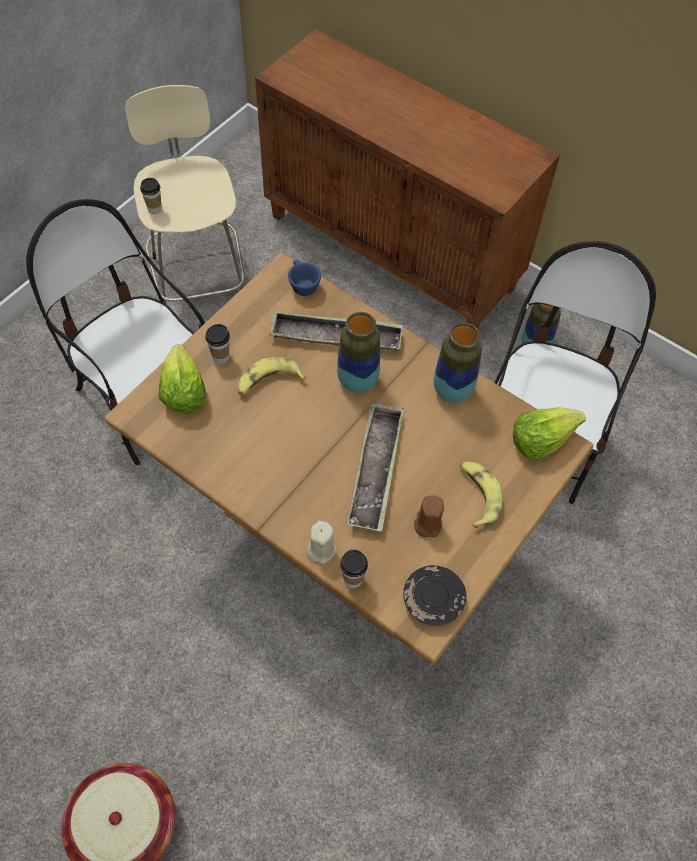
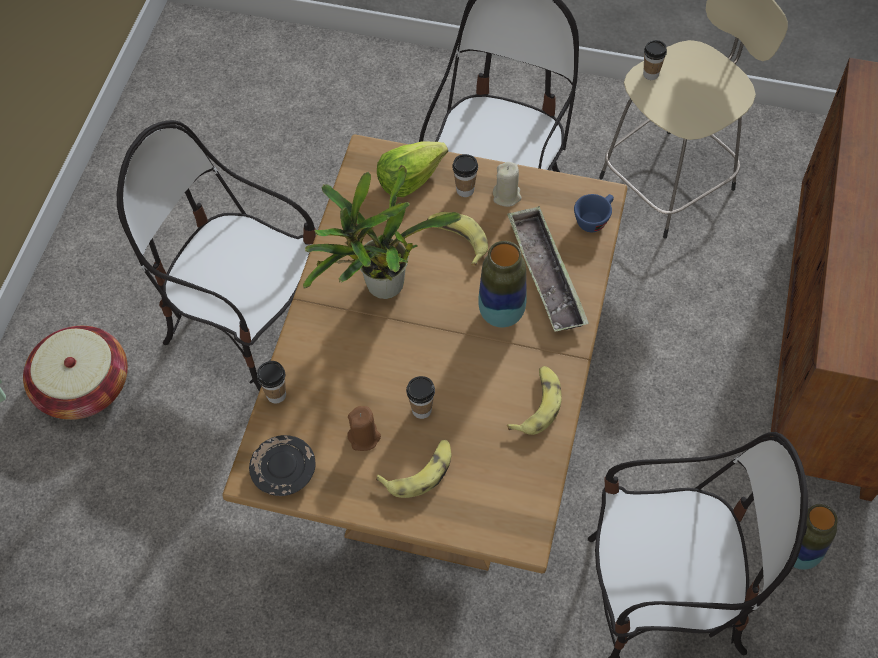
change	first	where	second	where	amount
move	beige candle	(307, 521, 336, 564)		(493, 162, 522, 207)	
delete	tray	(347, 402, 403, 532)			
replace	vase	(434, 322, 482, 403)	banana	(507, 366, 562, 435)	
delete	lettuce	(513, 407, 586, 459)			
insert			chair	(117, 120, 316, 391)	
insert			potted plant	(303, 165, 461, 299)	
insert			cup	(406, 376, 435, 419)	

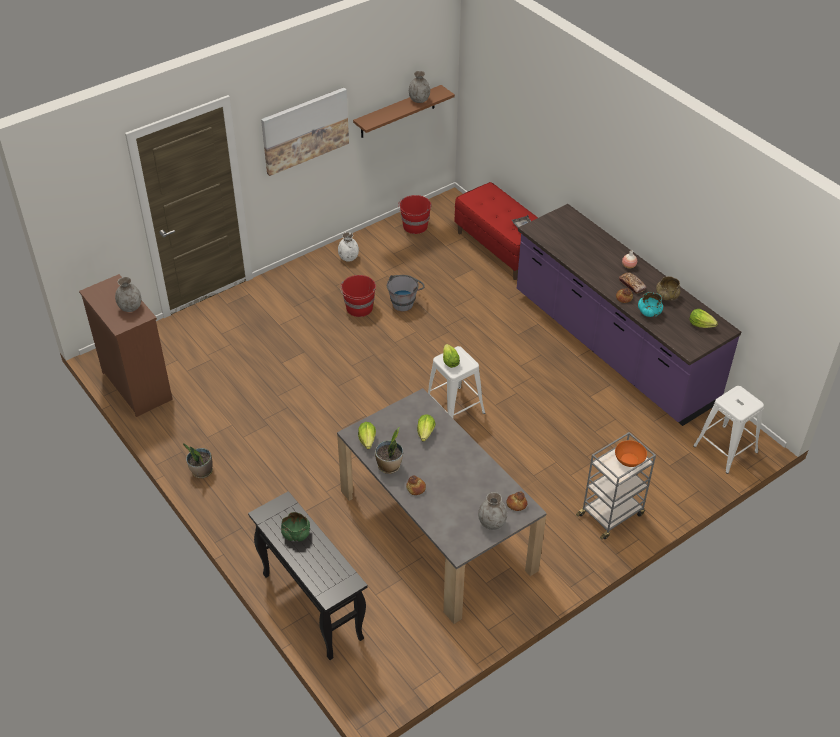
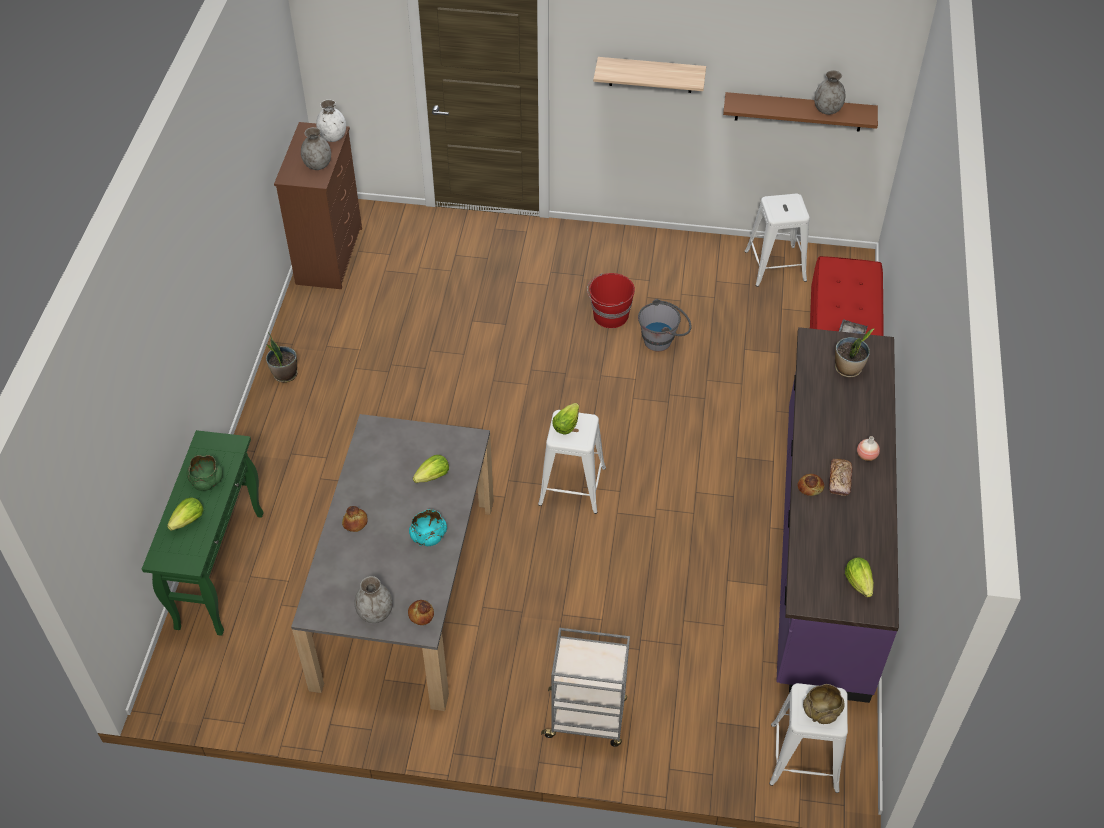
change	first	where	second	where	amount
recolor	black console table	(248, 491, 367, 660)	green console table	(142, 430, 264, 636)	
replace	picture	(261, 88, 349, 176)	shelf	(593, 57, 706, 93)	
move	white vase	(338, 232, 359, 262)		(316, 100, 346, 142)	
move	lettuce	(358, 422, 376, 449)		(167, 497, 203, 531)	
move	potted plant	(375, 427, 403, 474)		(835, 329, 874, 377)	
replace	red bucket	(398, 195, 431, 234)	white stool	(744, 193, 810, 287)	
delete	orange bowl	(615, 440, 647, 467)			
move	turquoise bowl	(638, 292, 663, 317)		(409, 509, 447, 546)	
move	beige bowl	(656, 276, 681, 301)		(803, 684, 845, 724)	

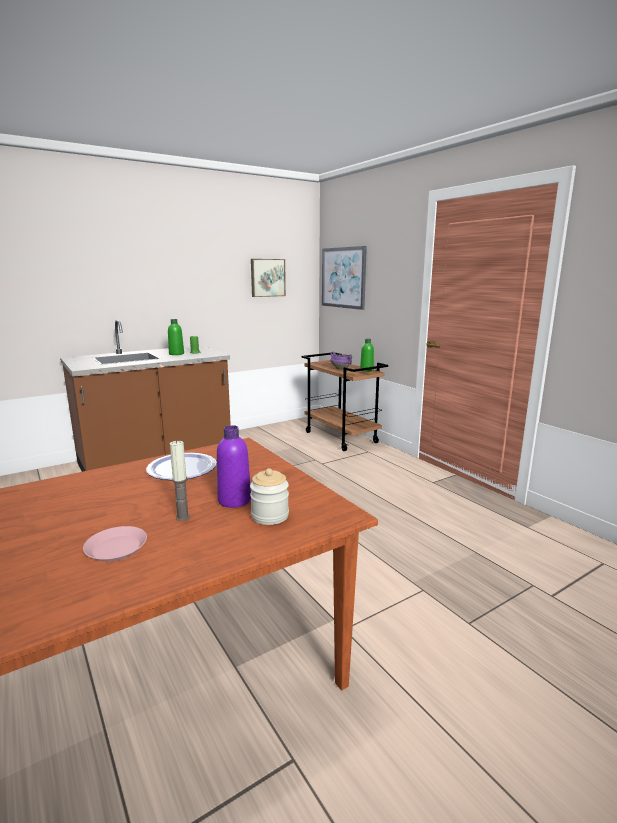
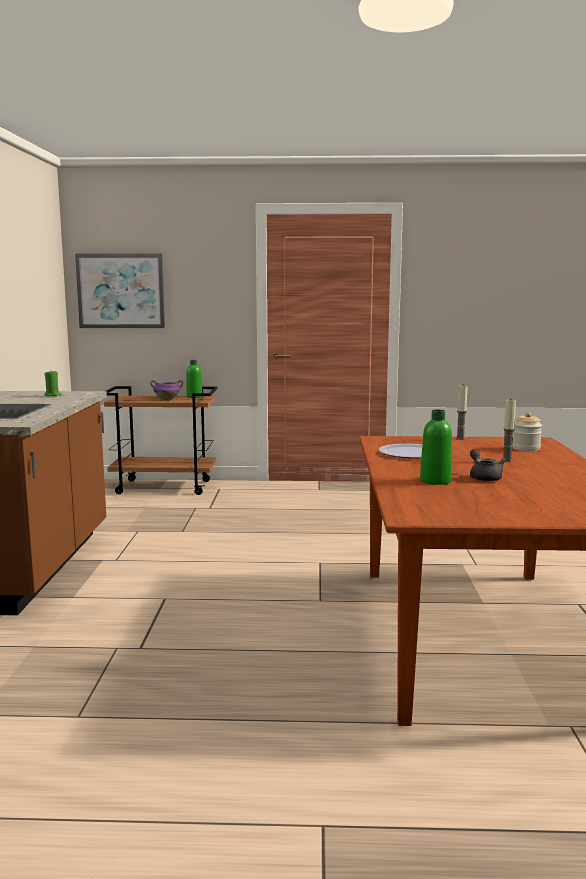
change	first	where	second	where	amount
delete	pink plate	(83, 526, 147, 562)			
move	green bottle	(168, 319, 184, 355)		(420, 410, 452, 485)	
delete	purple bottle	(217, 425, 251, 508)			
delete	picture	(251, 259, 286, 297)			
insert			candle	(456, 385, 468, 440)	
insert			grey teapot	(470, 449, 506, 482)	

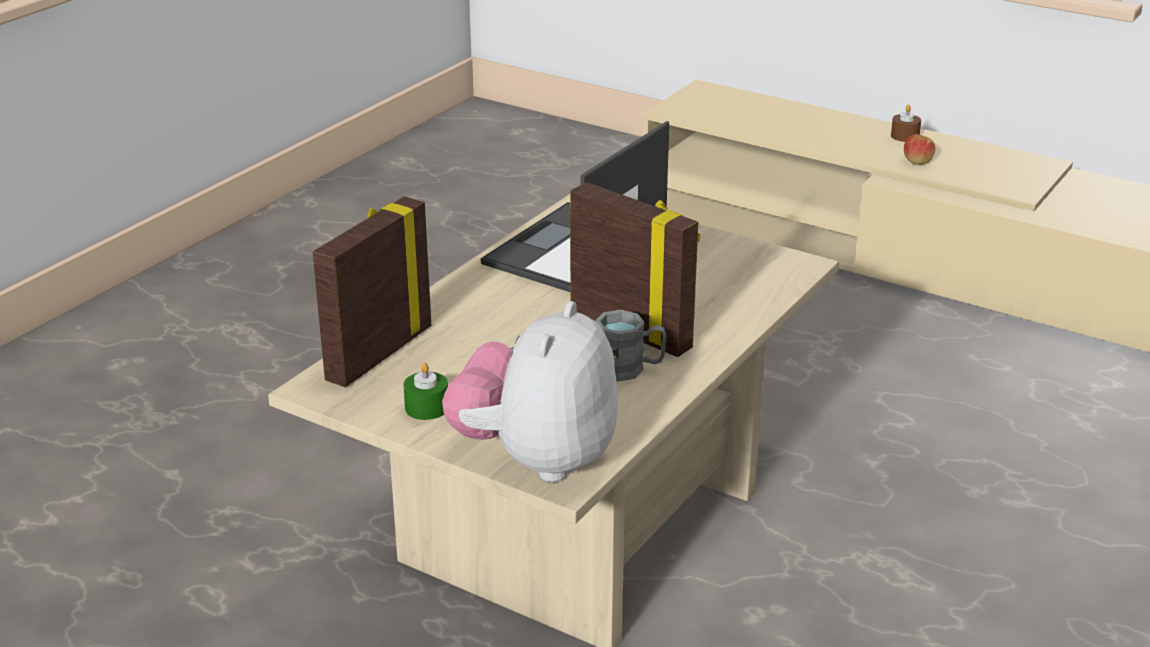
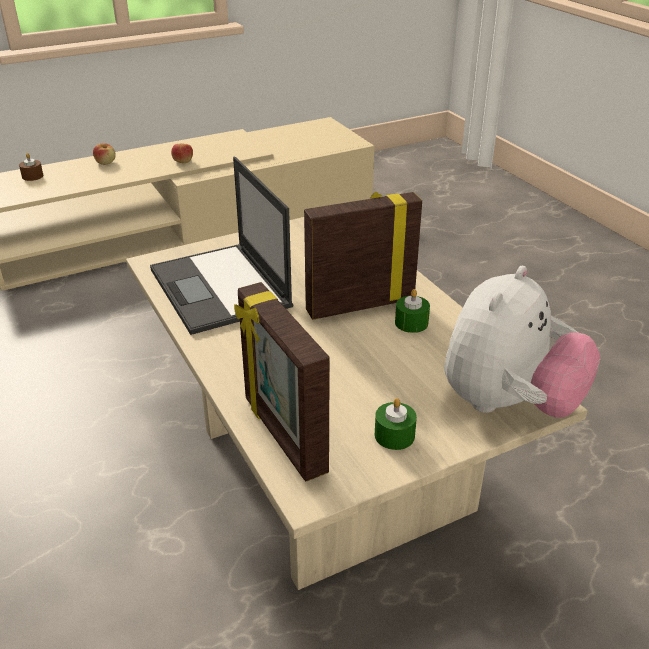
change	first	where	second	where	amount
rotate	plush toy	(442, 301, 618, 482)		(444, 266, 600, 418)	105 degrees counterclockwise
replace	grey mug	(595, 310, 667, 382)	green candle	(395, 289, 430, 333)	
move	brown candle	(891, 105, 921, 142)		(19, 153, 43, 181)	
insert			apple	(93, 143, 116, 165)	

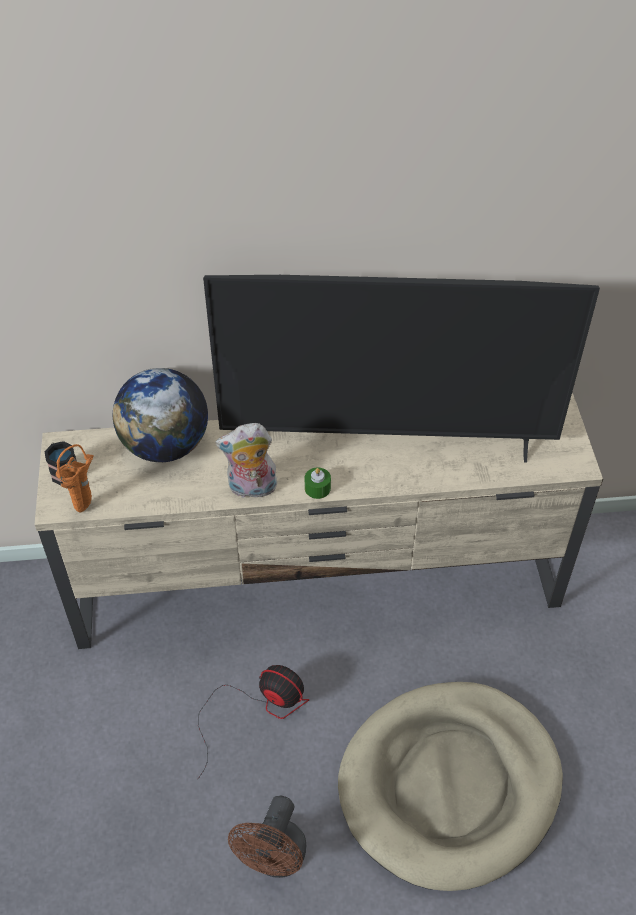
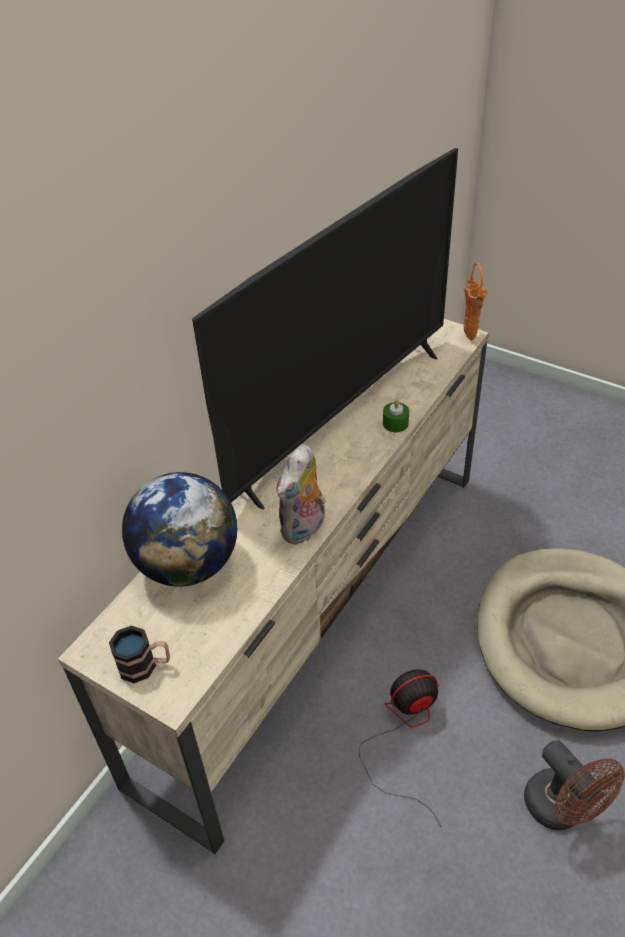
change	first	where	second	where	amount
move	orange vase	(56, 444, 94, 513)		(463, 263, 487, 340)	
move	green candle	(305, 467, 331, 499)		(383, 400, 409, 432)	

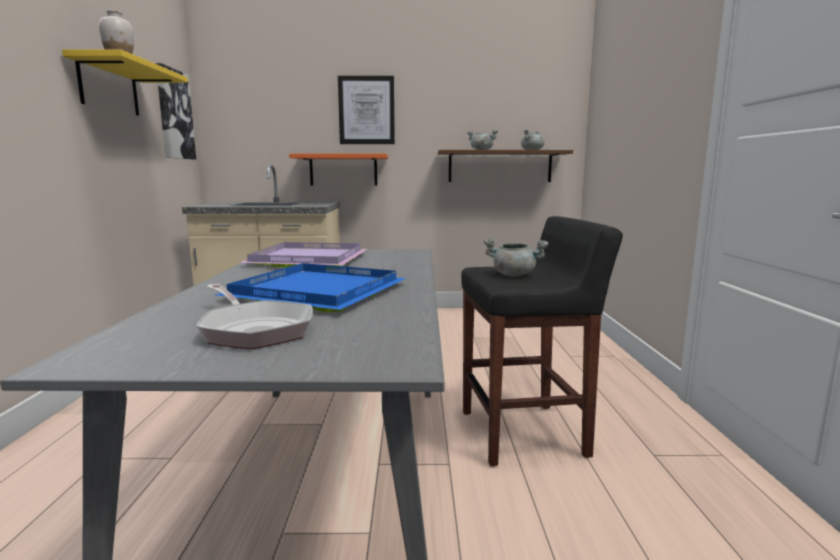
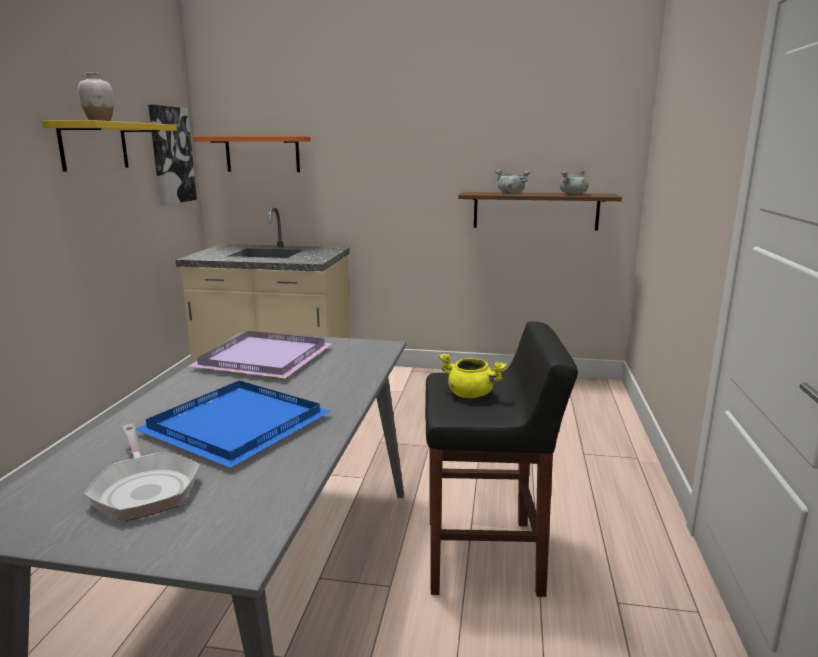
change	first	where	second	where	amount
move	orange shelf	(289, 154, 388, 186)		(193, 136, 311, 172)	
delete	picture	(338, 76, 395, 144)			
recolor	grey cooking pot	(484, 238, 548, 276)	yellow cooking pot	(439, 353, 506, 398)	

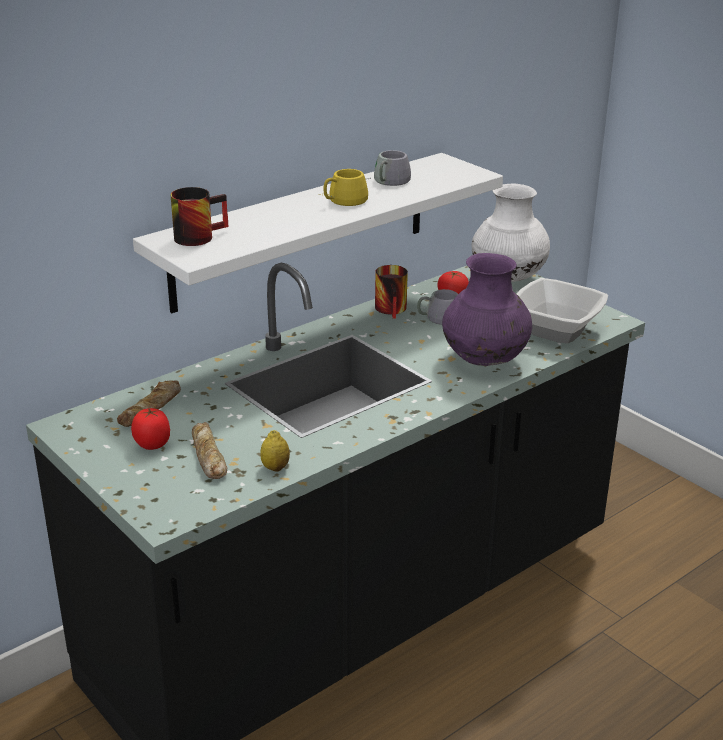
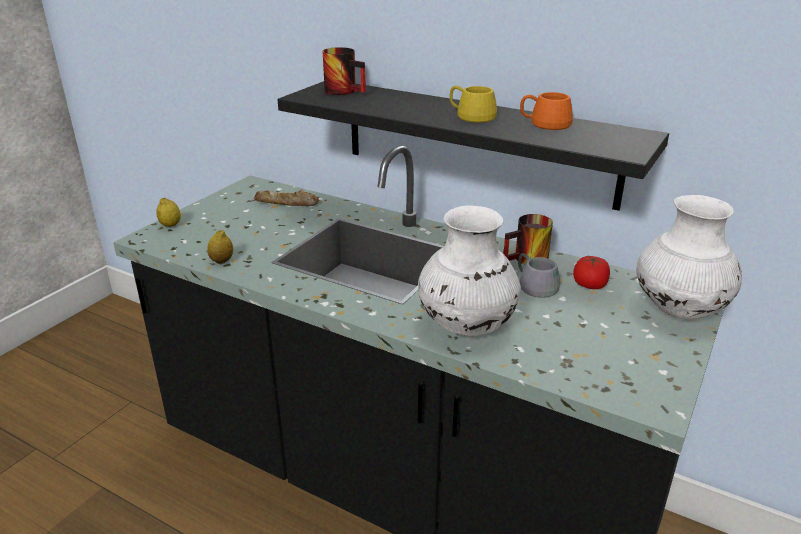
change	first	where	second	where	amount
delete	tomato	(131, 408, 170, 450)			
recolor	white shelf	(133, 153, 503, 313)	black shelf	(277, 81, 669, 211)	
delete	bread	(192, 422, 227, 479)			
recolor	grey mug	(366, 150, 411, 186)	orange mug	(520, 92, 573, 130)	
recolor	purple vase	(442, 253, 532, 366)	white vase	(418, 205, 521, 337)	
delete	bowl	(517, 278, 608, 344)			
insert			lemon	(156, 198, 181, 227)	

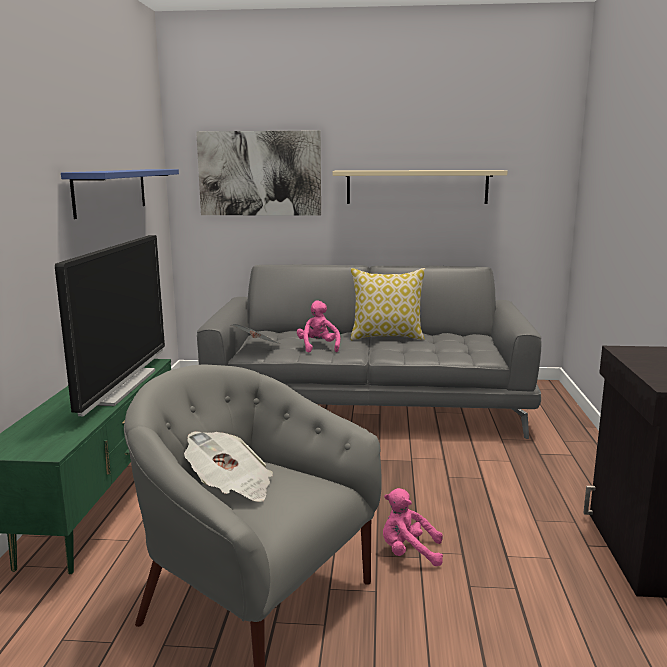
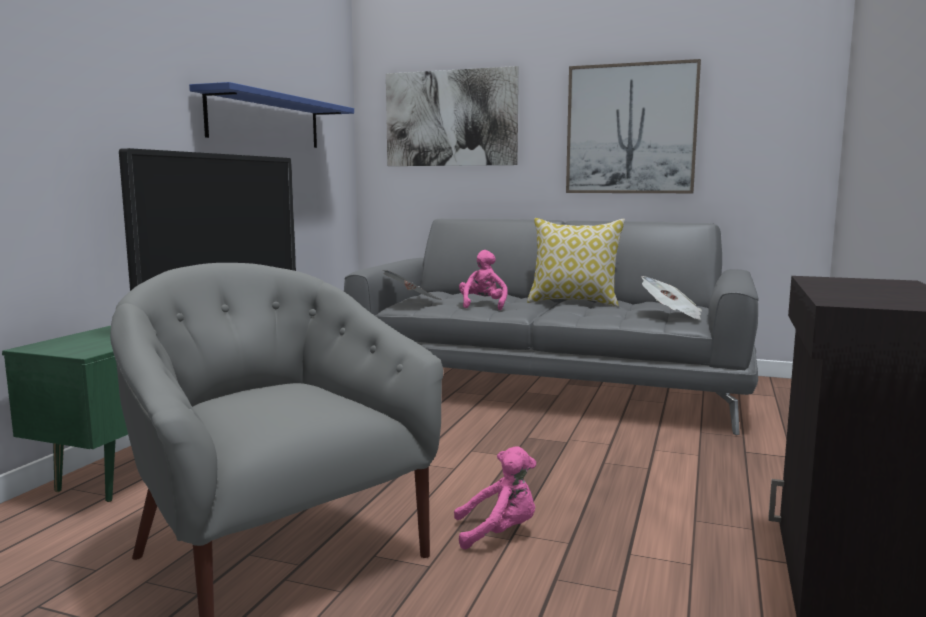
change	first	where	second	where	amount
move	newspaper	(184, 431, 273, 502)		(641, 276, 702, 320)	
replace	beige shelf	(333, 170, 508, 204)	picture	(566, 59, 701, 193)	
rotate	pink plush toy	(383, 488, 443, 566)		(454, 446, 536, 549)	150 degrees clockwise

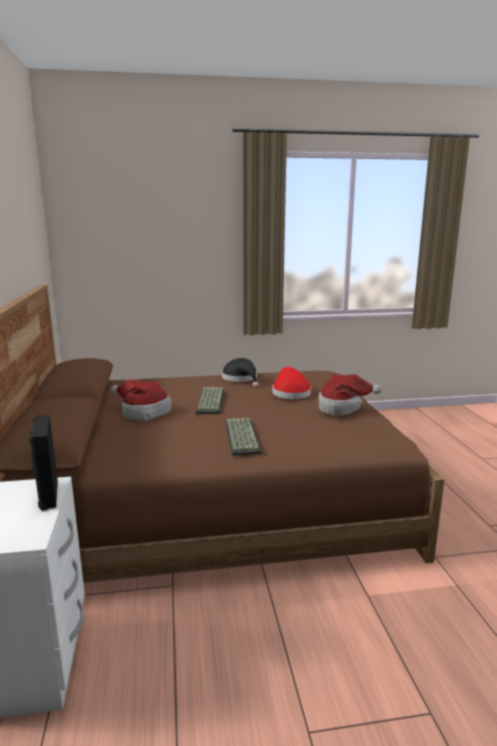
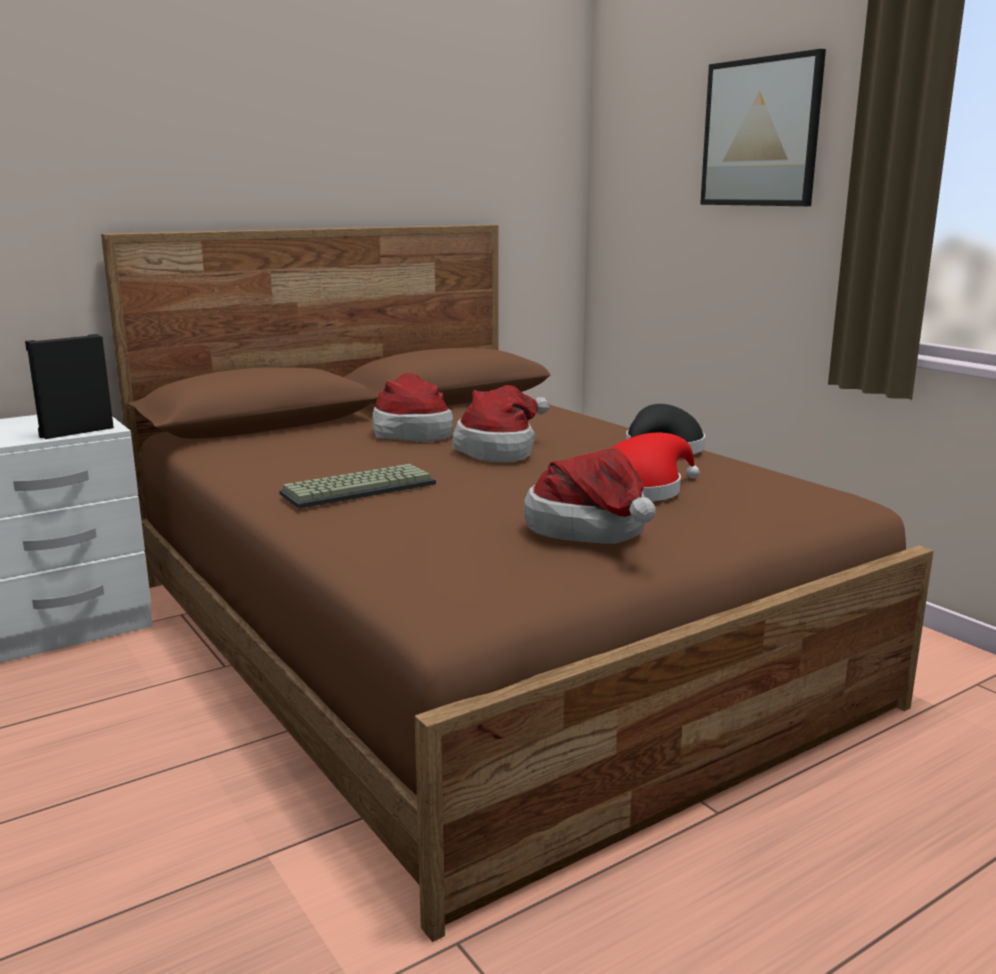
change	first	where	second	where	amount
replace	keyboard	(196, 387, 225, 414)	hat	(452, 385, 550, 463)	
insert			picture	(700, 49, 826, 206)	

